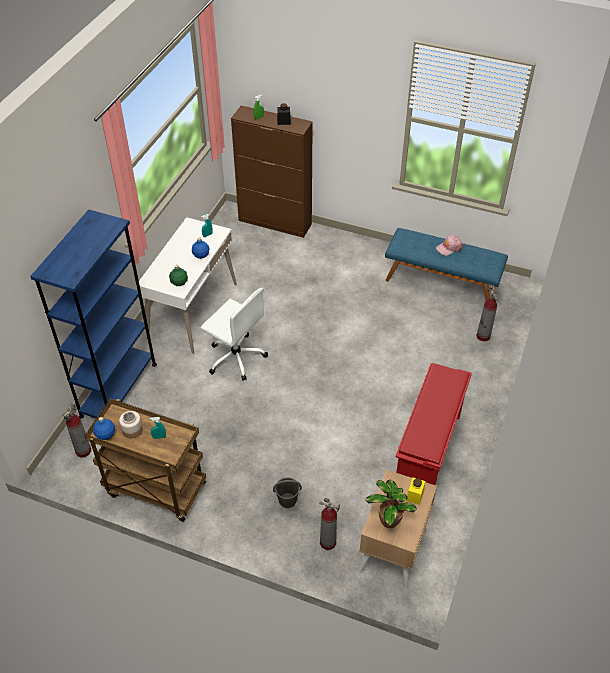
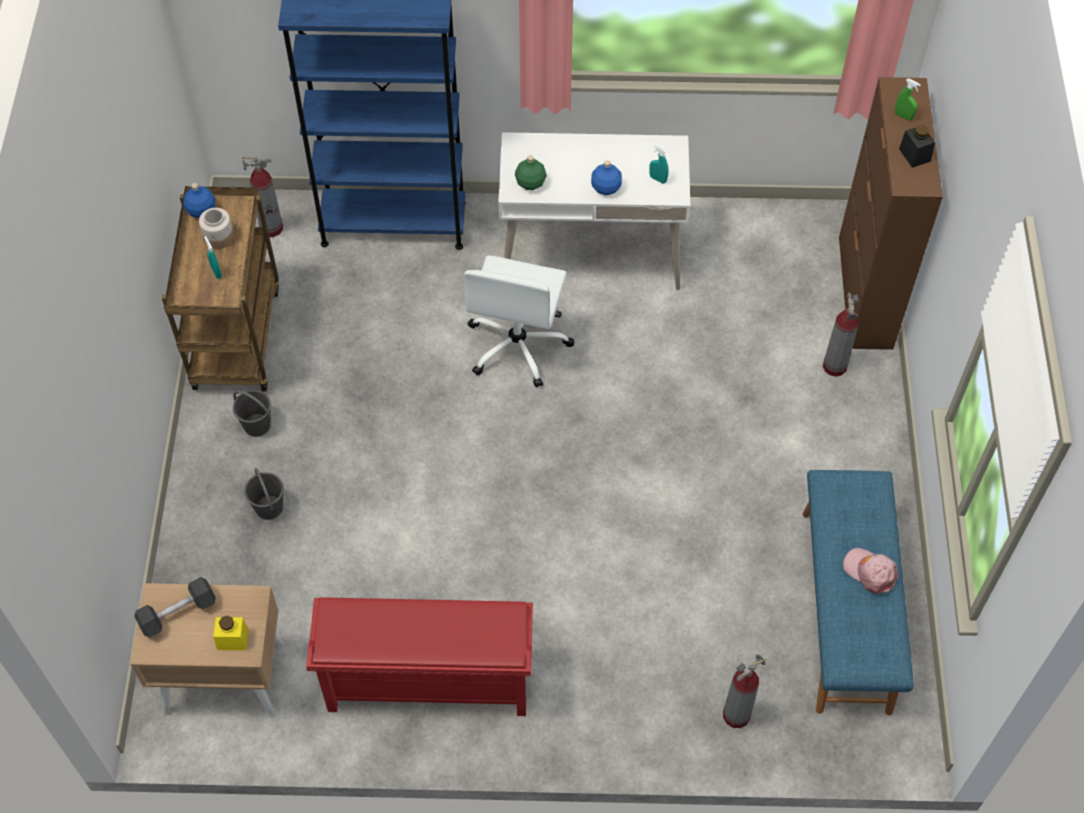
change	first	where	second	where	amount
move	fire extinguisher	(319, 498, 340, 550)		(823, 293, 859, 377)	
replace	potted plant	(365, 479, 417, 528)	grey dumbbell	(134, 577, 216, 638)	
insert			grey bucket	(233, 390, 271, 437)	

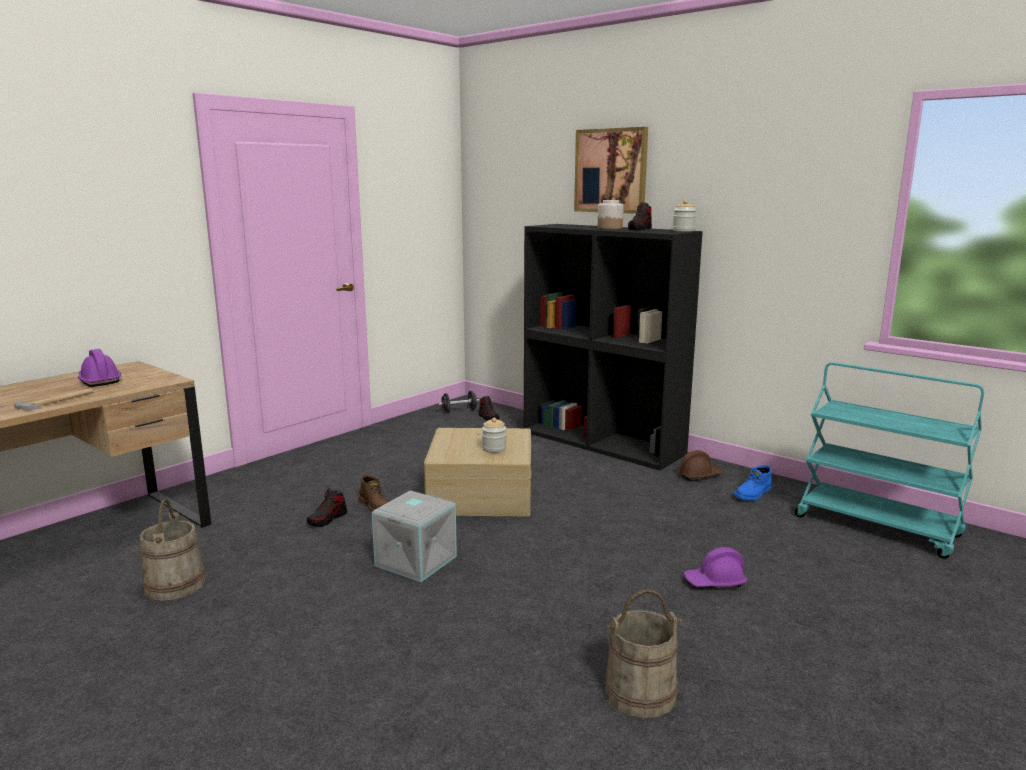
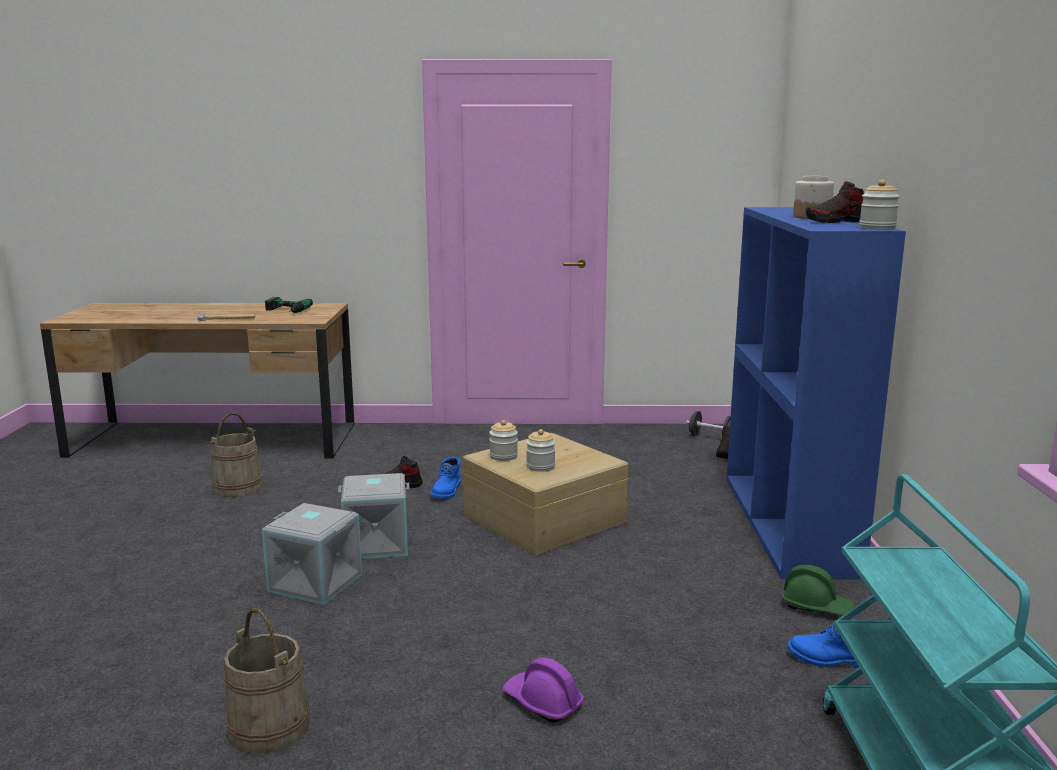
change	first	where	second	where	amount
replace	purple hard hat	(78, 349, 121, 387)	power drill	(265, 297, 313, 313)	
recolor	brown boot	(359, 475, 388, 512)	blue boot	(430, 457, 461, 499)	
recolor	black bookcase	(524, 224, 703, 470)	blue bookcase	(727, 207, 906, 580)	
delete	picture	(574, 127, 648, 214)			
recolor	brown hard hat	(677, 450, 723, 481)	green hard hat	(782, 565, 854, 615)	
insert			grey storage box	(262, 503, 362, 605)	
insert			jar	(489, 420, 518, 461)	

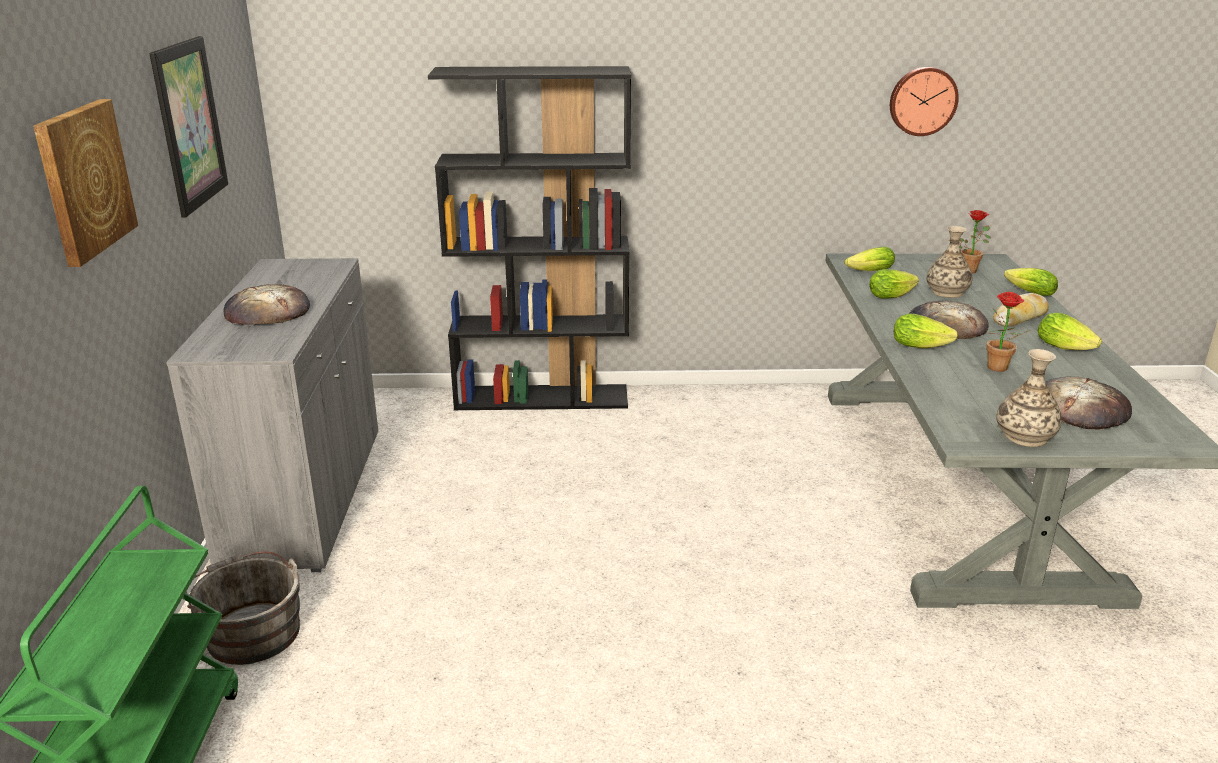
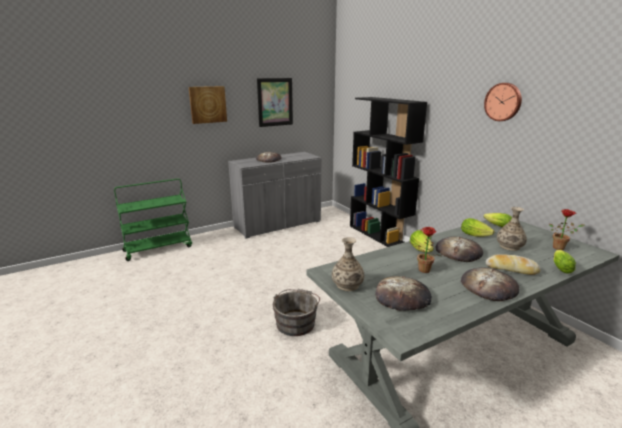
change	first	where	second	where	amount
move	grey bucket	(186, 551, 300, 665)		(273, 289, 320, 336)	
move	wall clock	(890, 67, 959, 136)		(484, 83, 522, 121)	
replace	lettuce	(1037, 313, 1102, 350)	bread	(461, 267, 519, 301)	

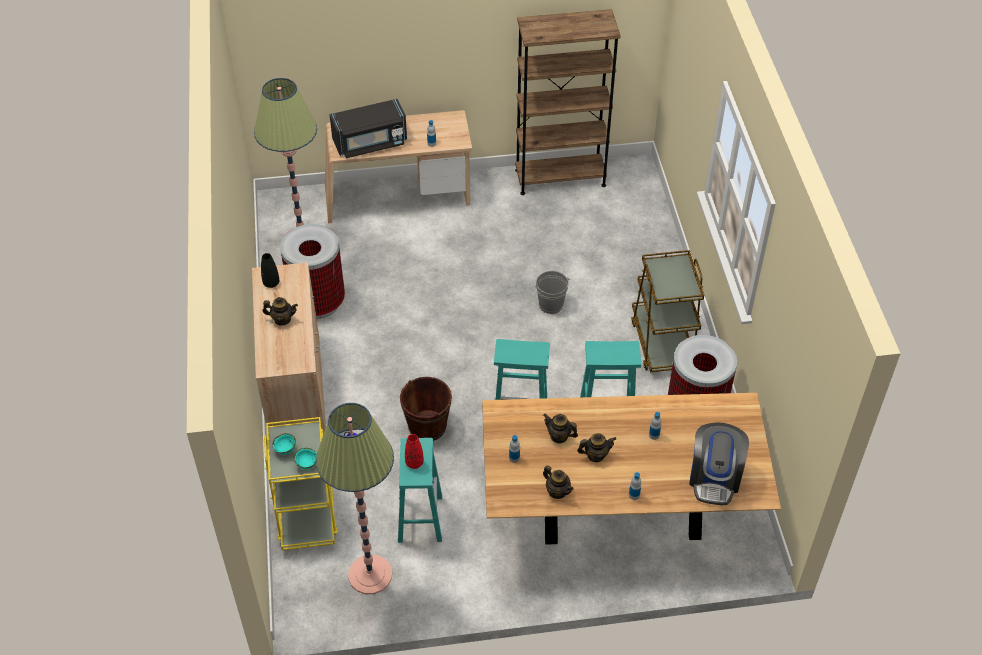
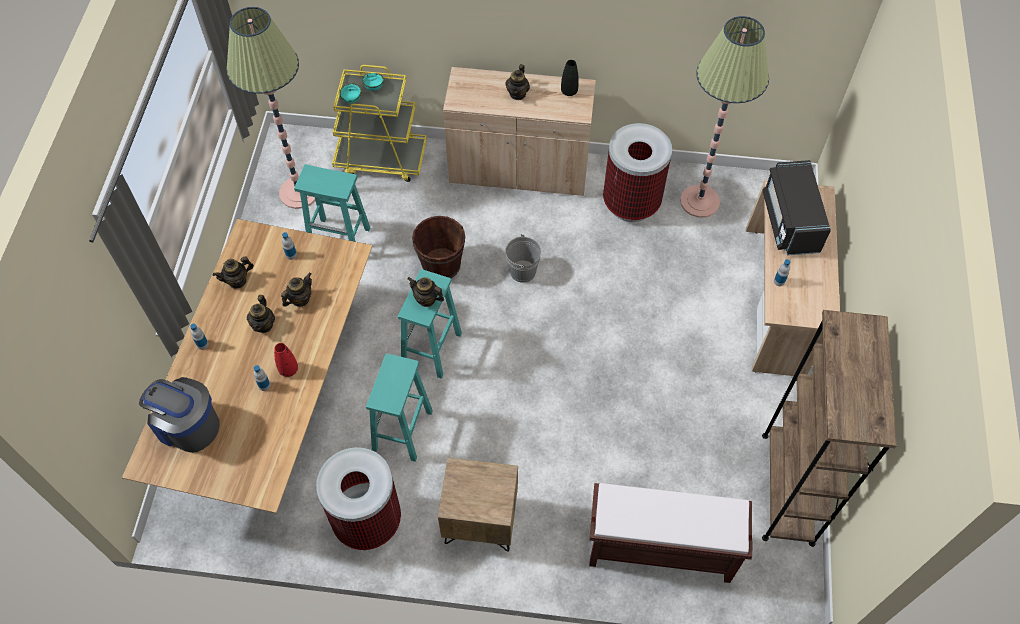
change	first	where	second	where	amount
move	red vase	(405, 434, 424, 469)		(274, 343, 298, 377)	
move	grey bucket	(535, 271, 571, 314)		(505, 234, 541, 283)	
replace	brown cart	(631, 250, 704, 372)	brown nightstand	(438, 458, 518, 551)	
insert			teapot	(407, 277, 444, 307)	
insert			brown bench	(589, 483, 752, 583)	

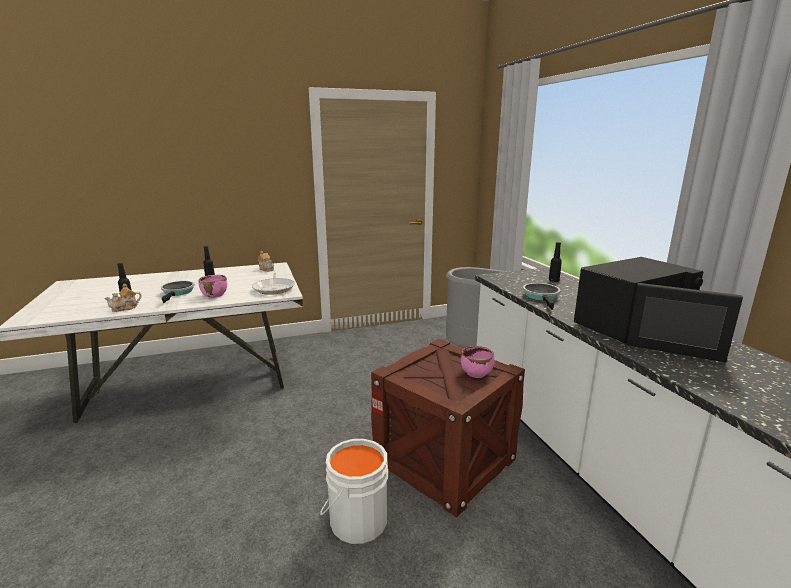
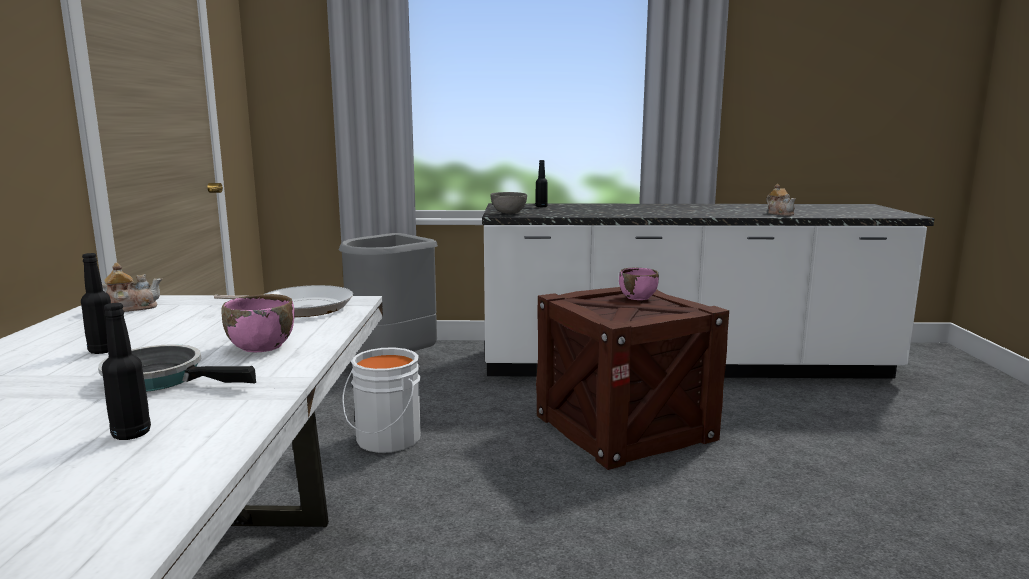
change	first	where	second	where	amount
move	teapot	(104, 283, 142, 312)		(766, 184, 796, 216)	
move	white bucket	(320, 439, 388, 544)		(342, 347, 421, 453)	
delete	frying pan	(523, 283, 561, 310)			
delete	black microwave	(574, 257, 743, 362)			
insert			grey bowl	(491, 192, 527, 214)	

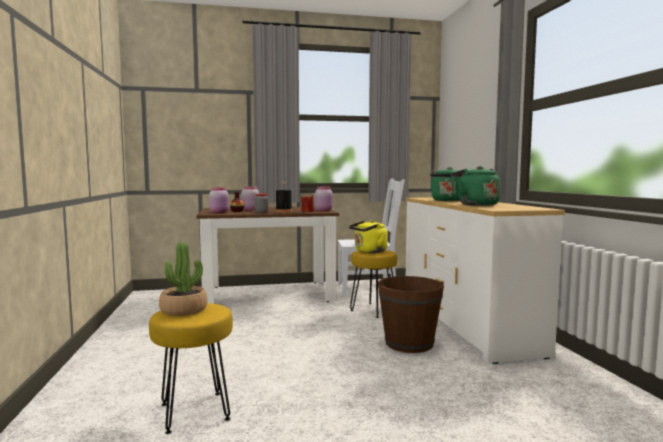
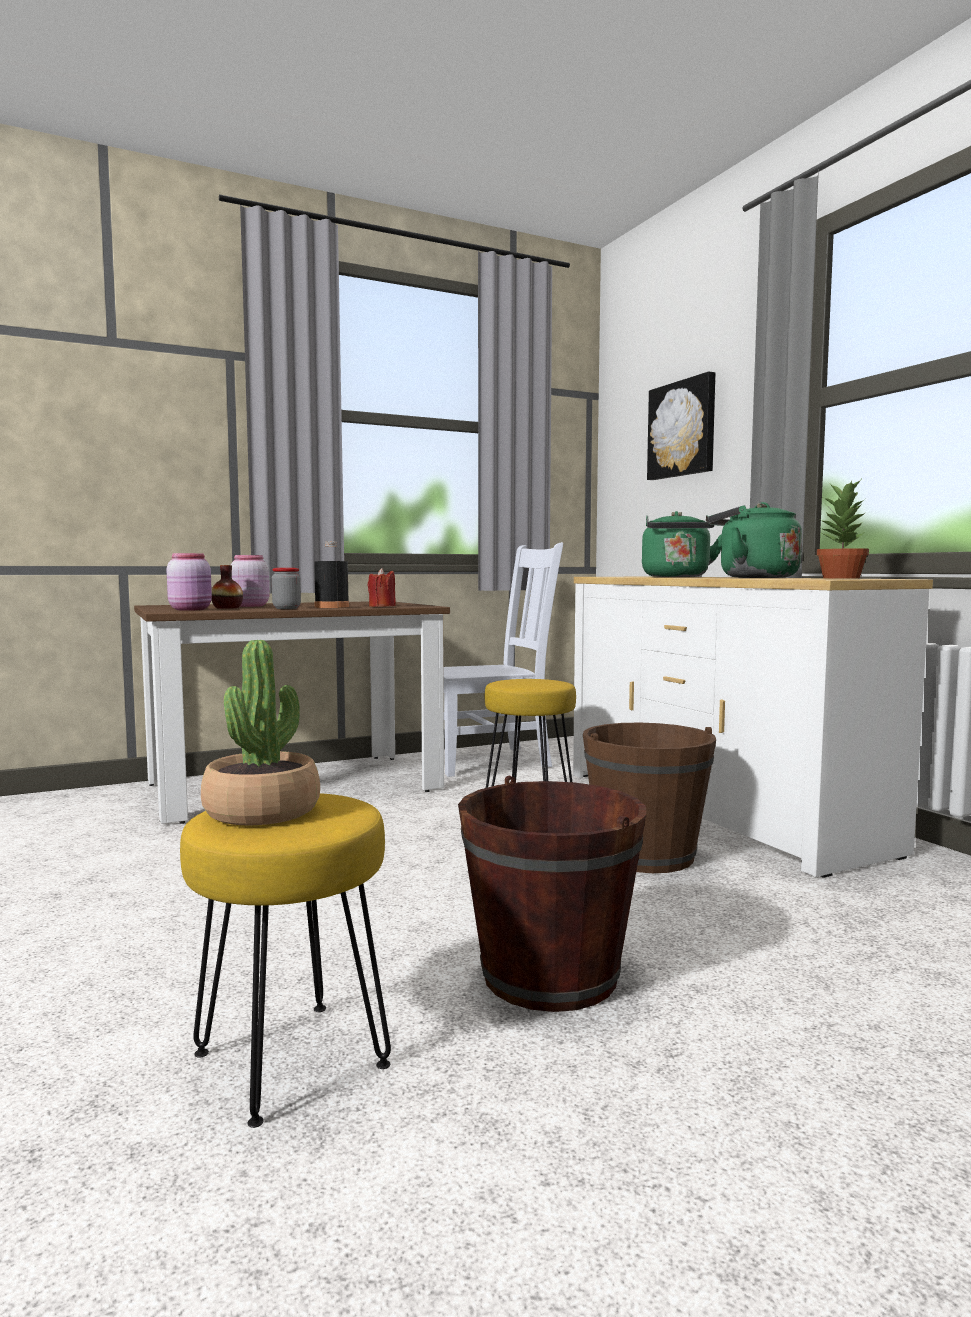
change	first	where	second	where	amount
delete	pink jar	(315, 187, 333, 211)			
delete	yellow kettle	(349, 220, 388, 253)			
insert			brown bucket	(458, 776, 646, 1012)	
insert			picture	(647, 372, 716, 480)	
insert			potted plant	(817, 480, 869, 579)	

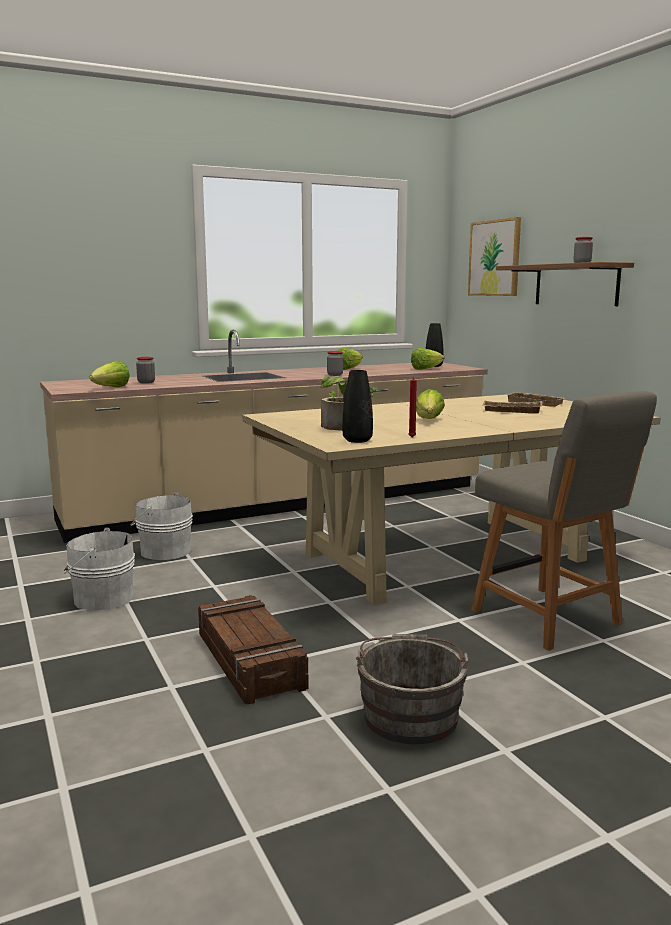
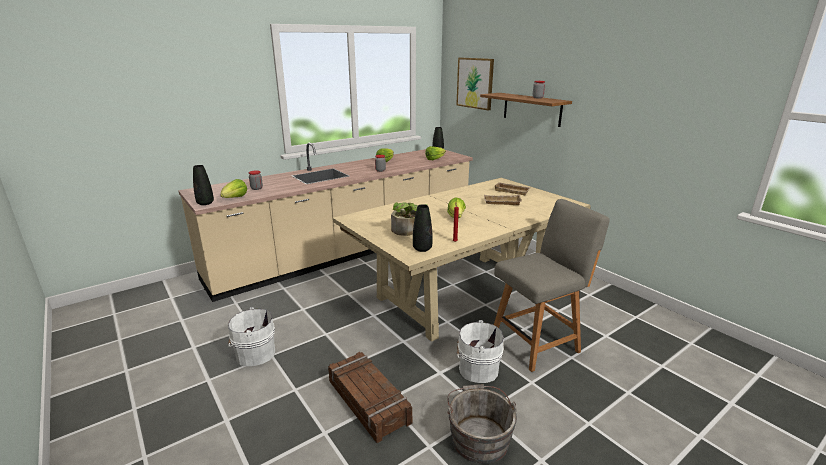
change	first	where	second	where	amount
move	white bucket	(131, 492, 193, 560)		(457, 320, 504, 383)	
rotate	grey chair	(471, 391, 657, 651)		(494, 199, 610, 372)	75 degrees counterclockwise
insert			black vase	(193, 165, 214, 205)	

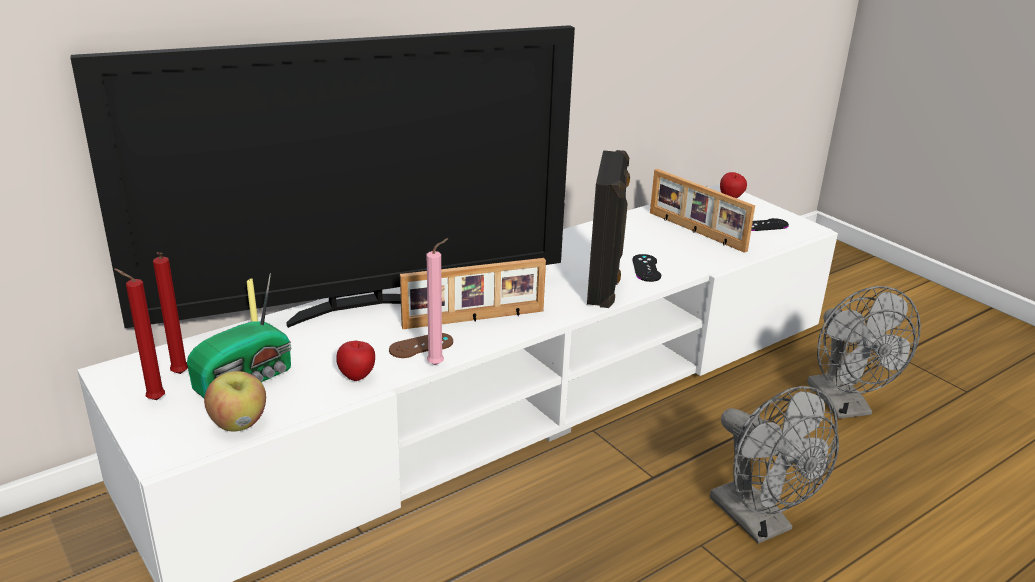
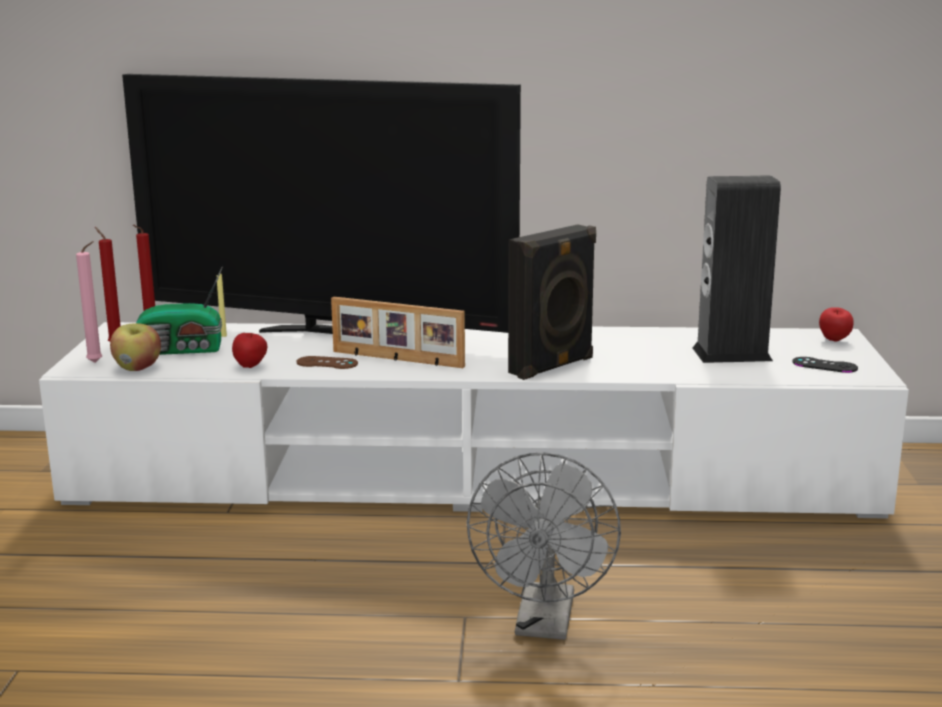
change	first	where	second	where	amount
move	pink candle	(427, 238, 448, 365)		(76, 241, 102, 363)	
delete	black game controller	(632, 254, 661, 282)			
replace	picture frame	(650, 169, 755, 253)	speaker	(692, 175, 781, 363)	
delete	grey fan	(807, 286, 921, 419)			

